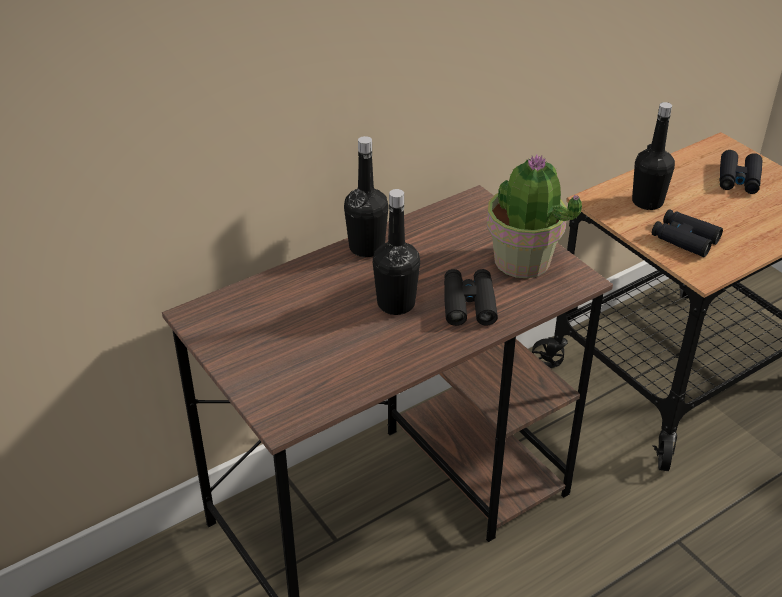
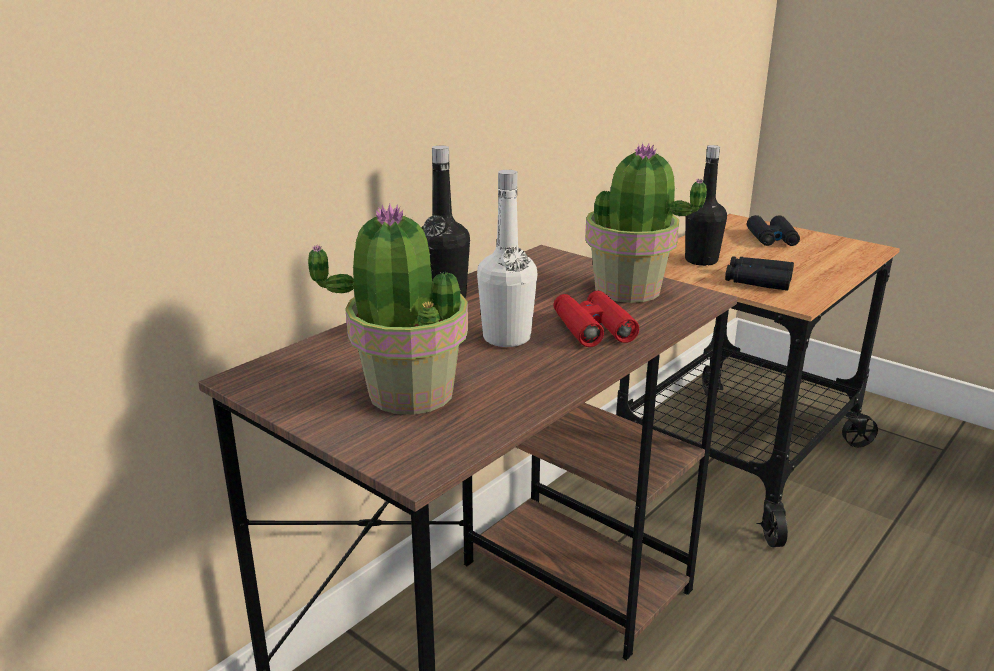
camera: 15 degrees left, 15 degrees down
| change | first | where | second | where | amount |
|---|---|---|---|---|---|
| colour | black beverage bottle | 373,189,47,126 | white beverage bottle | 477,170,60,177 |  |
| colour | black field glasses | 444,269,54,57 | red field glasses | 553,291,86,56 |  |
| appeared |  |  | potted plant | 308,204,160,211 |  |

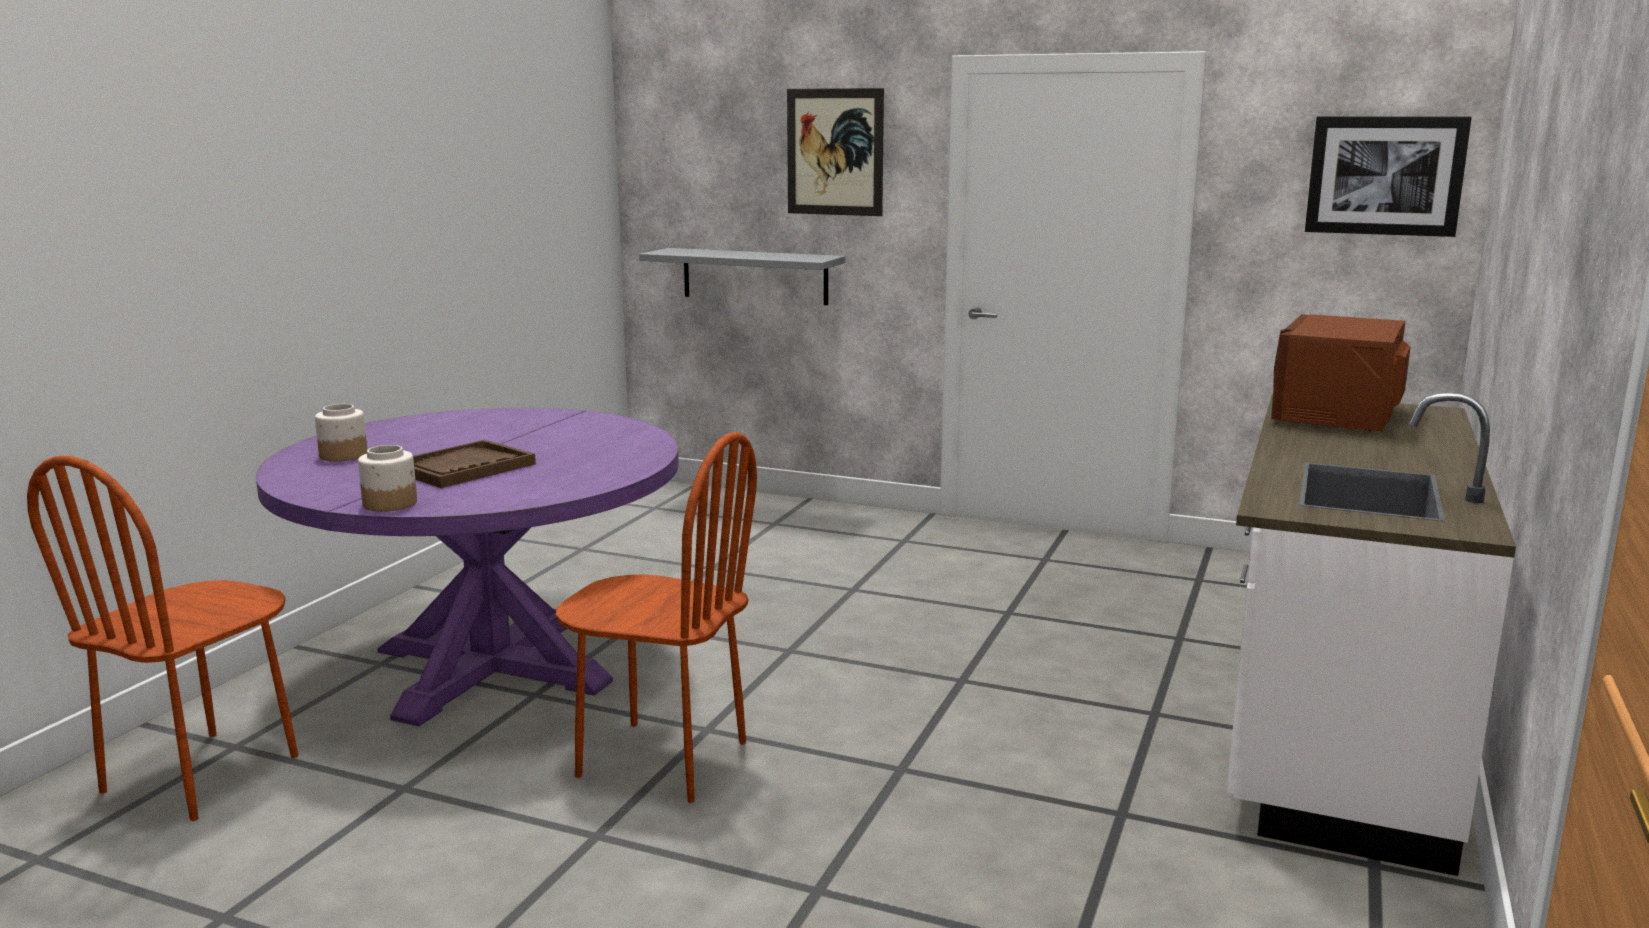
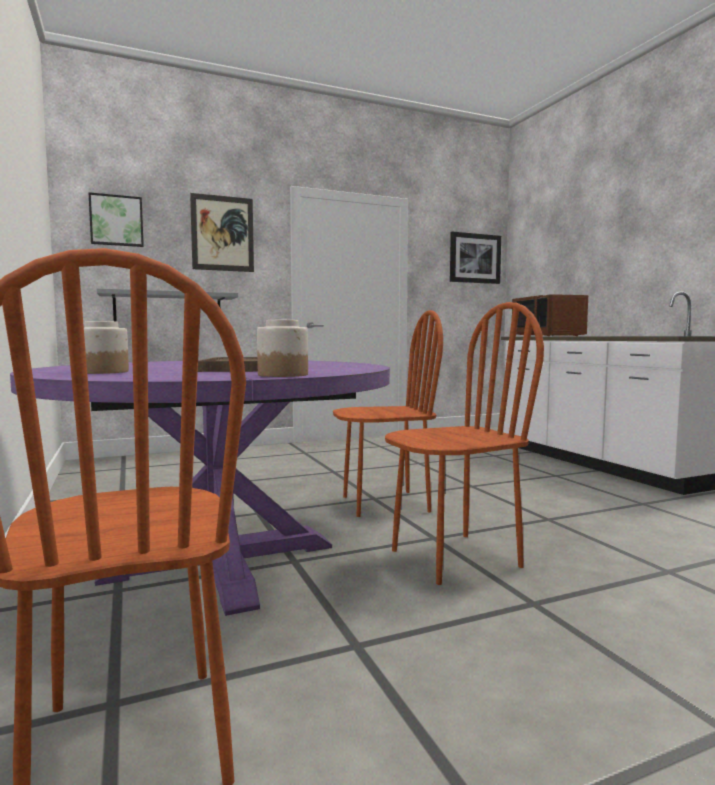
camera: 45 degrees left, 10 degrees down
| change | first | where | second | where | amount |
|---|---|---|---|---|---|
| appeared |  |  | wall picture | 88,192,56,55 |  |
| appeared |  |  | brown-coloured chair | 333,310,110,207 |  |

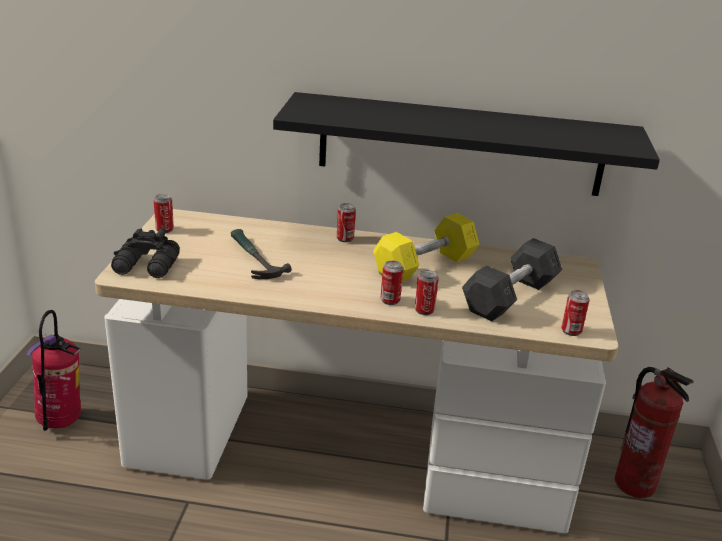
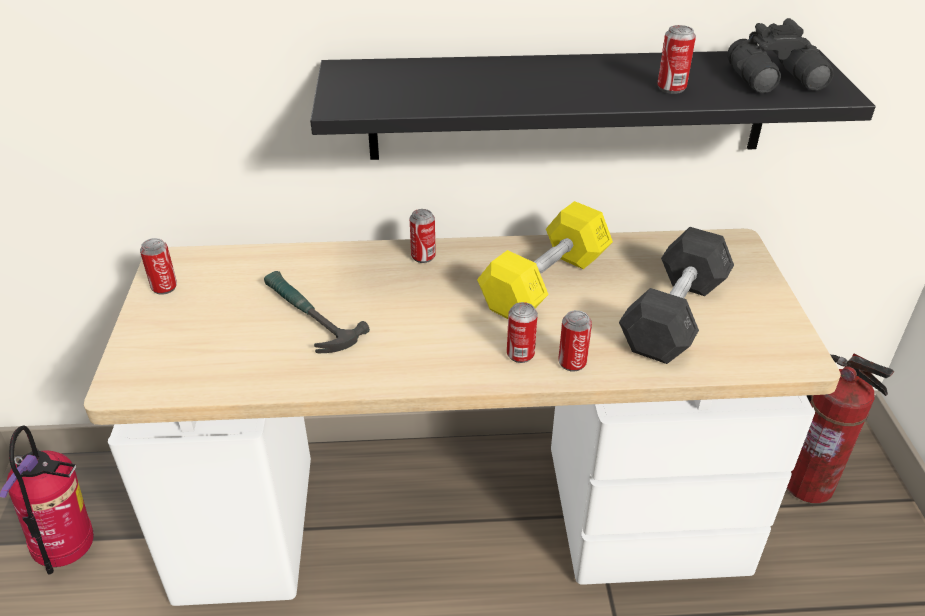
camera: 10 degrees left, 10 degrees up
| change | first | where | second | where | amount |
|---|---|---|---|---|---|
| relocated | black field glasses | 111,228,69,50 |  | 727,18,107,75 |  |
| relocated | can | 561,290,29,46 |  | 657,25,39,69 |  |

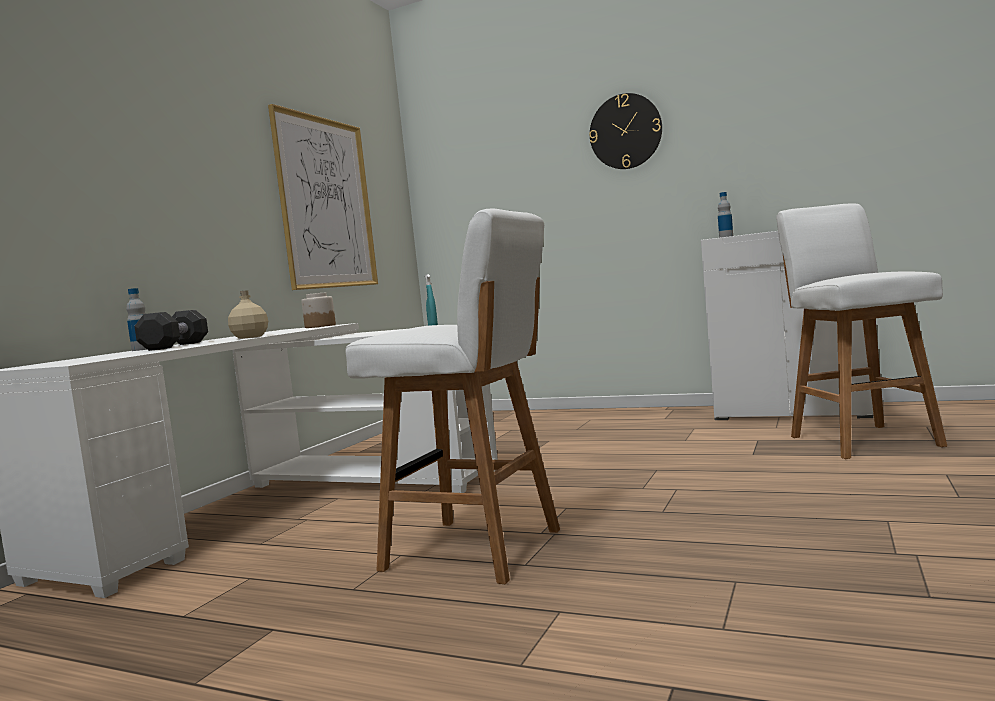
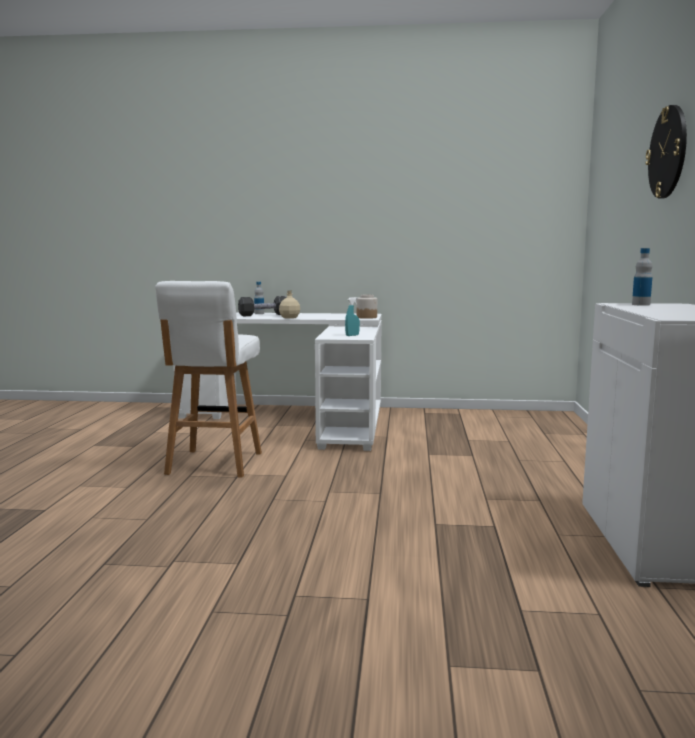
camera: 70 degrees right, 5 degrees up
| change | first | where | second | where | amount |
|---|---|---|---|---|---|
| missing | wall picture | 268,104,110,186 |  |  |  |
| missing | white stool | 776,203,171,256 |  |  |  |

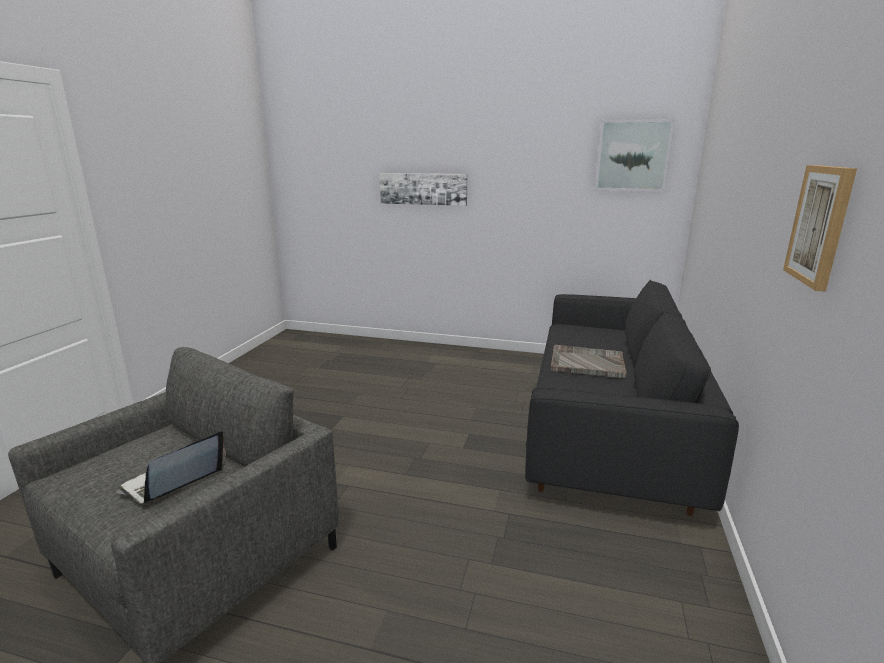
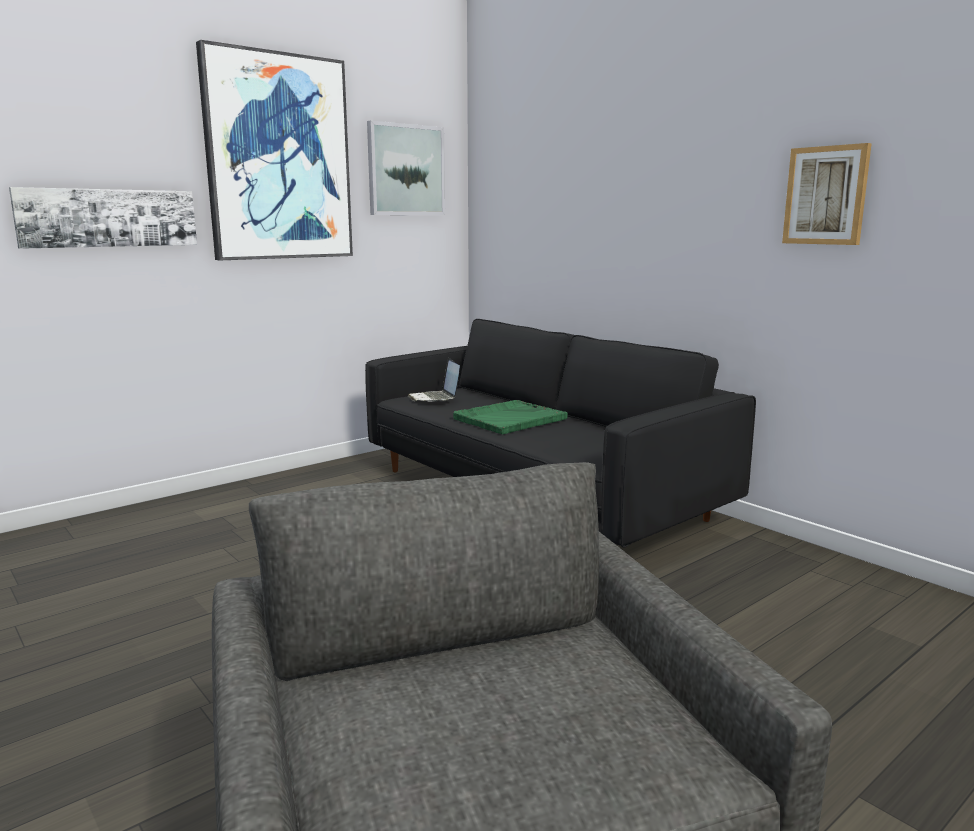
camera: 55 degrees left, 5 degrees down
| change | first | where | second | where | amount |
|---|---|---|---|---|---|
| colour | gray serving tray | 551,345,76,33 | green serving tray | 453,400,115,35 |  |
| relocated | portable computer | 117,431,109,73 |  | 408,358,52,44 |  |
| appeared |  |  | wall picture | 196,40,157,220 |  |

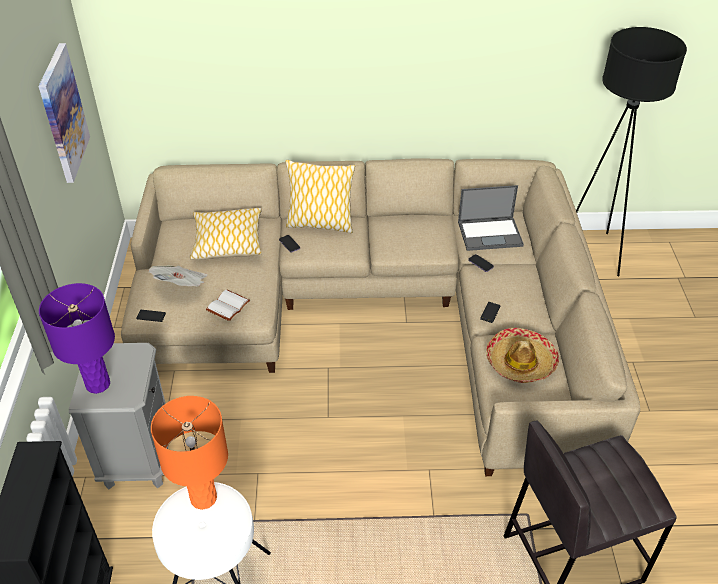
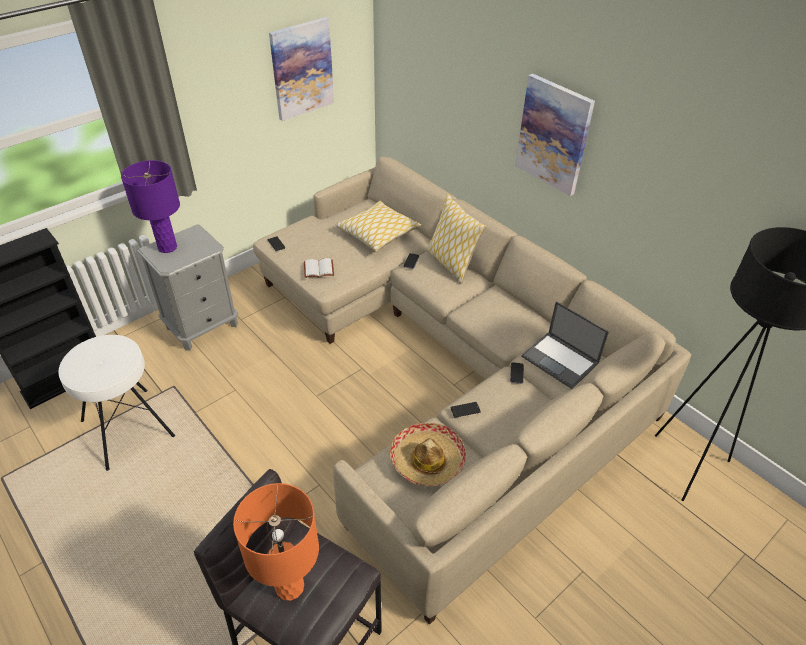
camera: 50 degrees right, 0 degrees up
| change | first | where | second | where | amount |
|---|---|---|---|---|---|
| missing | newspaper | 148,266,60,21 |  |  |  |
| relocated | orange table lamp | 151,396,77,114 |  | 233,483,86,118 |  |
| appeared |  |  | wall picture | 515,74,80,122 |  |

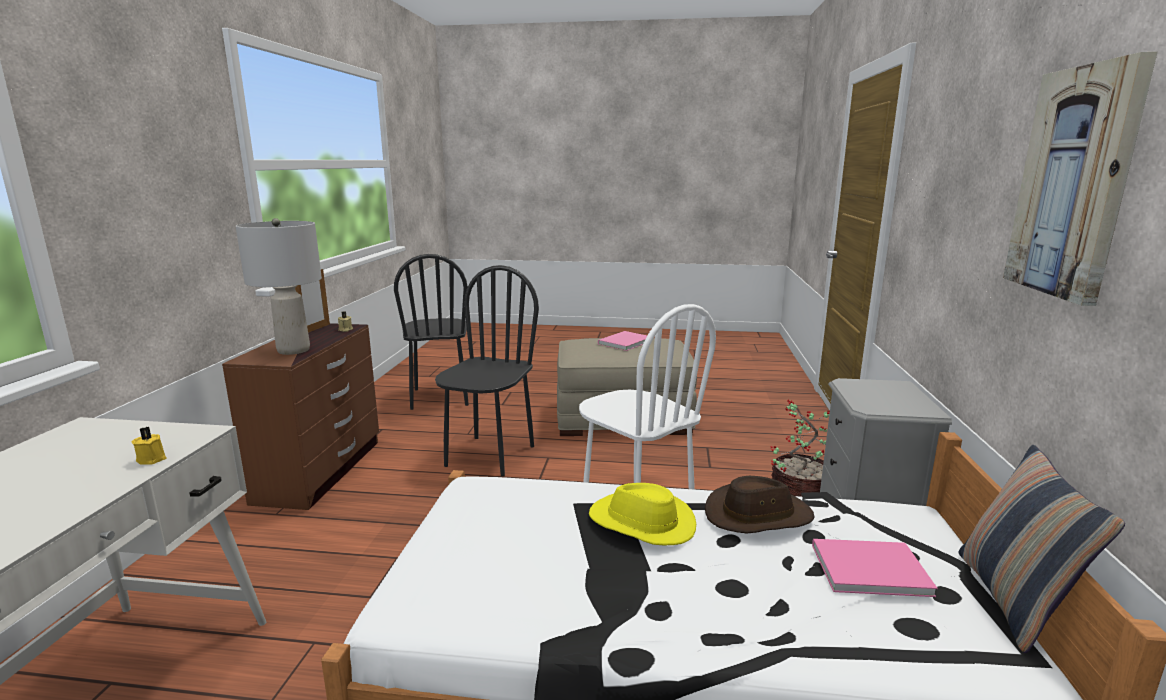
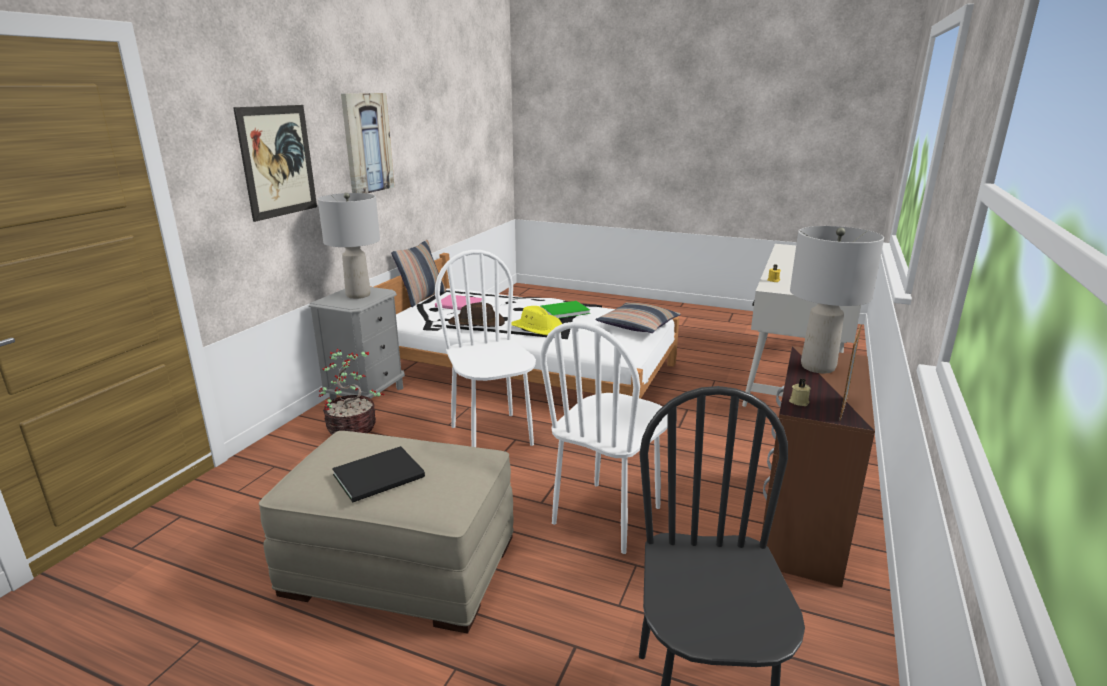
camera: 165 degrees left, 5 degrees up
| change | first | where | second | where | amount |
|---|---|---|---|---|---|
| colour | black chair | 435,265,104,212 | white chair | 540,321,128,233 |  |
| colour | pink-coloured volume | 598,331,49,20 | black volume | 332,446,93,56 |  |
| appeared |  |  | wall picture | 233,105,84,117 |  |
| appeared |  |  | gray table lamp | 318,193,62,106 |  |
| appeared |  |  | green volume | 540,301,50,17 |  |
| appeared |  |  | cushion | 595,302,86,31 |  |

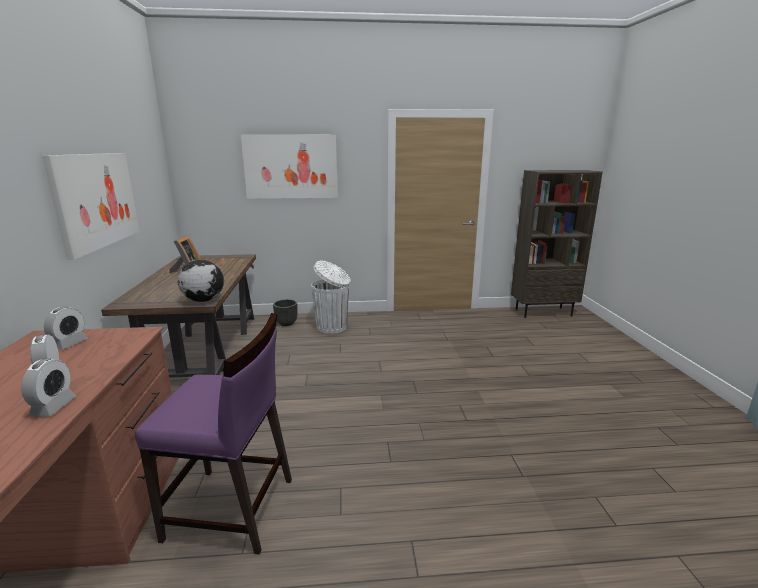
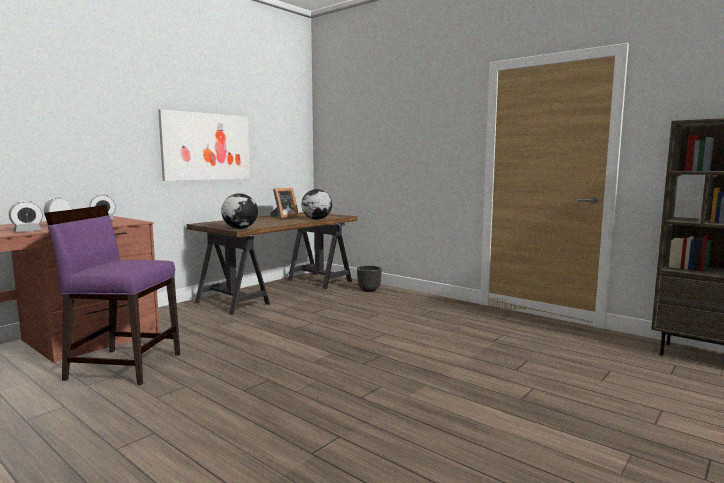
camera: 45 degrees right, 10 degrees down
| change | first | where | second | where | amount |
|---|---|---|---|---|---|
| missing | wall picture | 241,134,97,65 |  |  |  |
| missing | white rubbish bin | 311,260,40,74 |  |  |  |
| spun | purplish chair | 135,313,157,242 |  | 44,205,136,180 | 135 degrees clockwise |
| appeared |  |  | globe | 301,189,31,31 |  |

